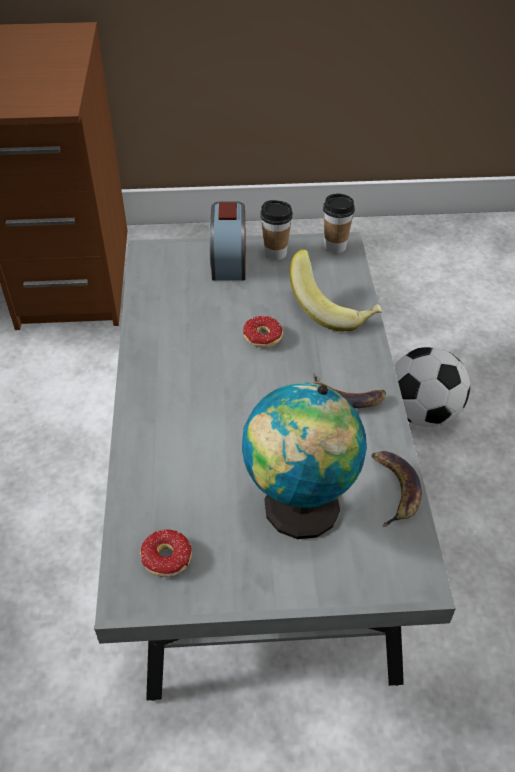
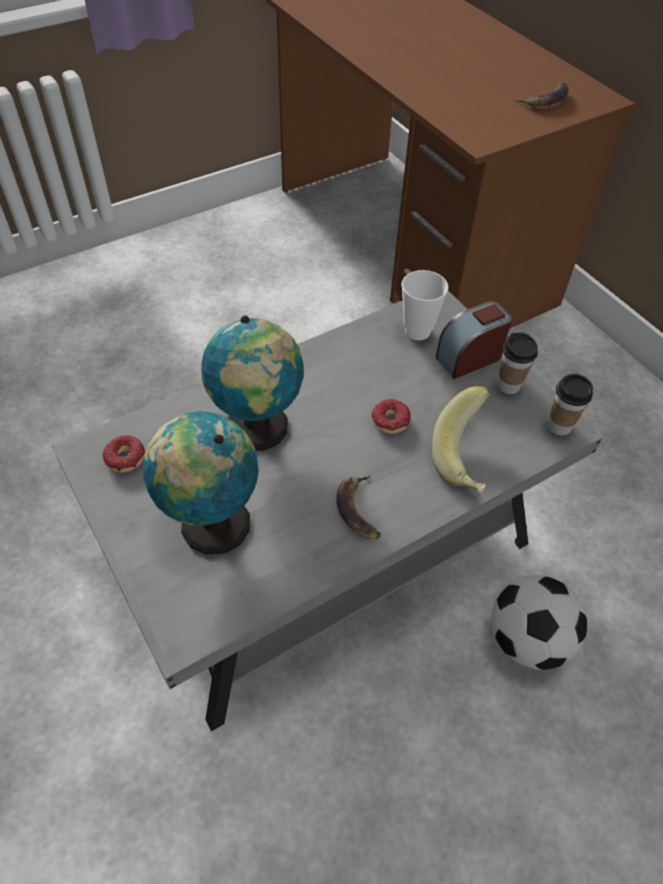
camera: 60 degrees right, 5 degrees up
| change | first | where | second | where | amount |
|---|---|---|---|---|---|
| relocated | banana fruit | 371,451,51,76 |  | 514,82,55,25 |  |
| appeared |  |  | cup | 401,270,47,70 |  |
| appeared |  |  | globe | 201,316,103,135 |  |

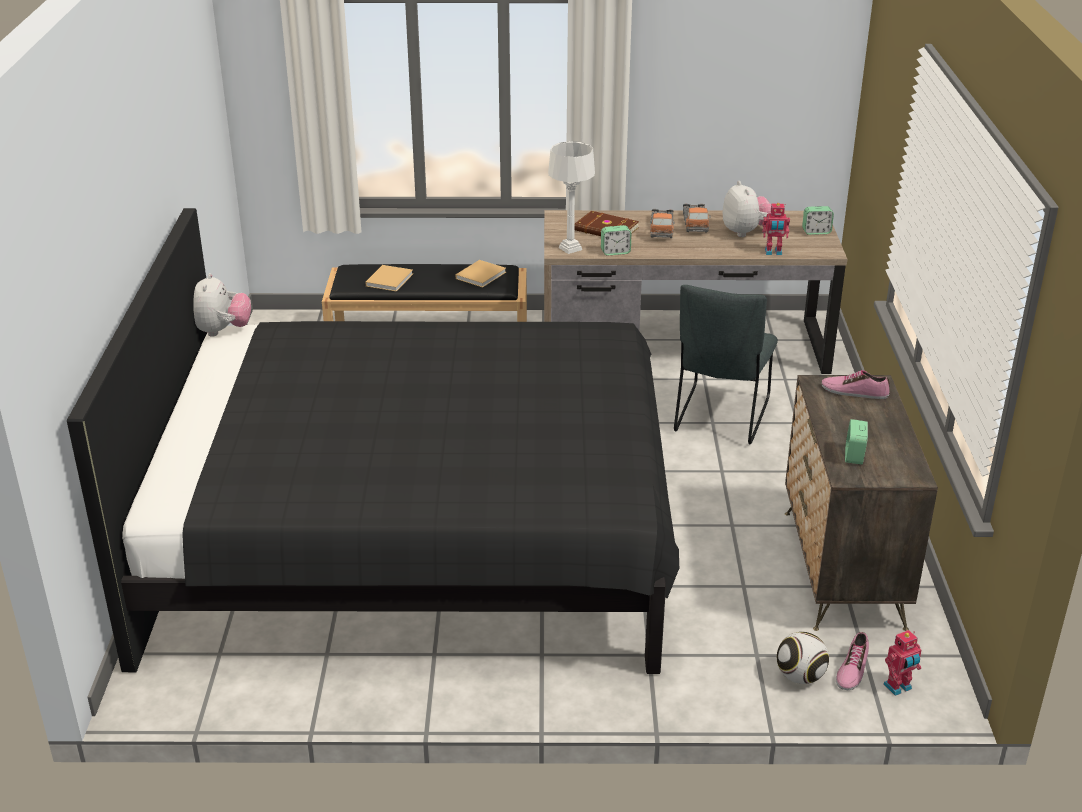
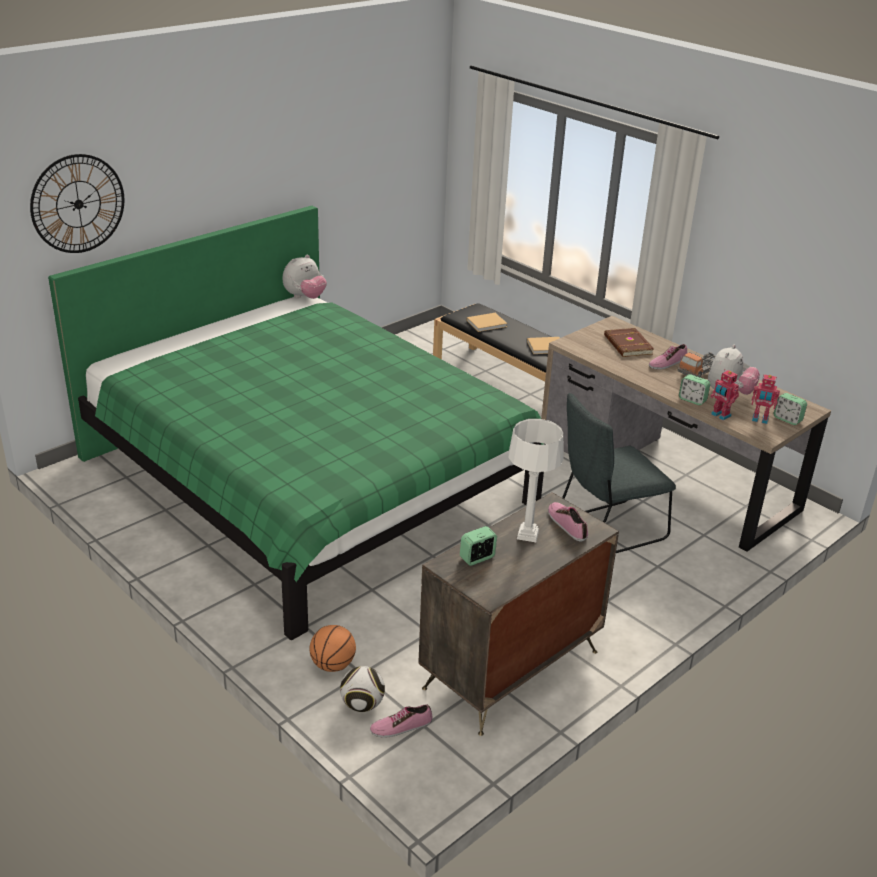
camera: 45 degrees right, 0 degrees up
| change | first | where | second | where | amount |
|---|---|---|---|---|---|
| relocated | white table lamp | 548,141,47,113 |  | 508,419,56,123 |  |
| colour | black bedroom bed | 67,208,612,466 | green bedroom bed | 48,206,498,434 |  |
| exchanged | model truck | 650,209,25,29 | shoe | 649,344,38,26 |  |
| relocated | table clock | 601,225,30,30 |  | 679,374,31,31 |  |
| relocated | model robot | 883,630,38,66 |  | 751,374,29,50 |  |
| appeared |  |  | wall clock | 30,154,94,99 |  |
| appeared |  |  | ball for basketball | 309,625,47,47 |  |

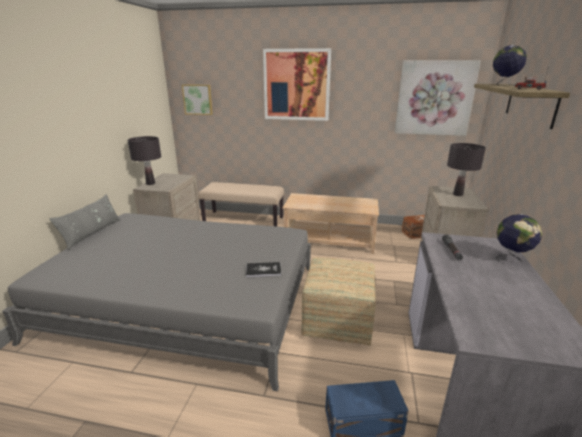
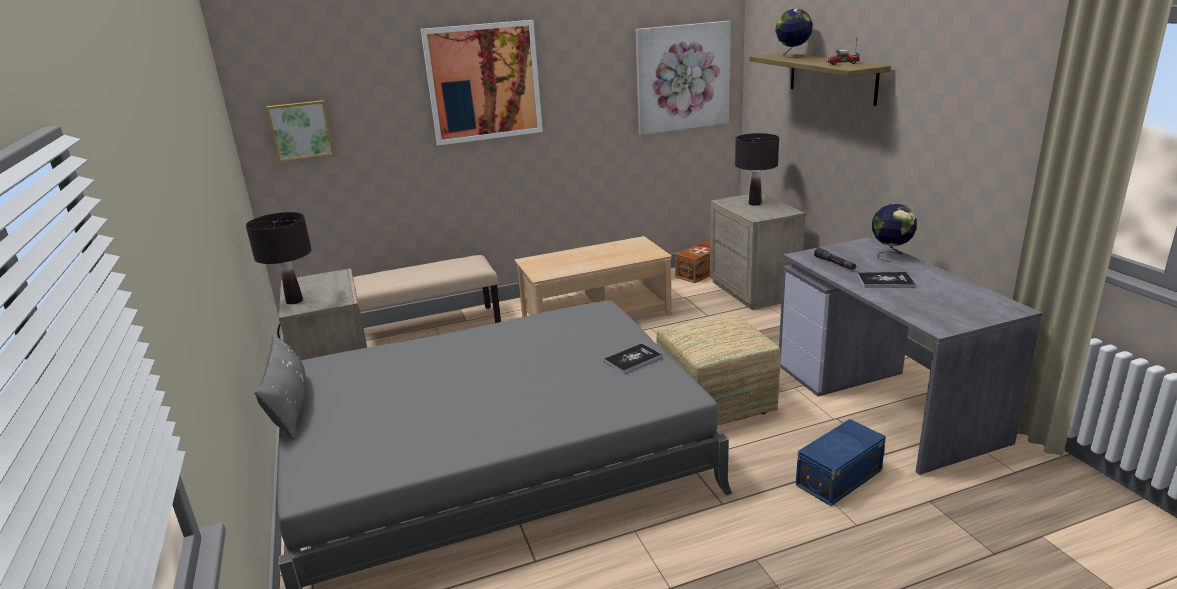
camera: 30 degrees left, 0 degrees up
| change | first | where | second | where | amount |
|---|---|---|---|---|---|
| appeared |  |  | volume | 857,272,58,16 |  |

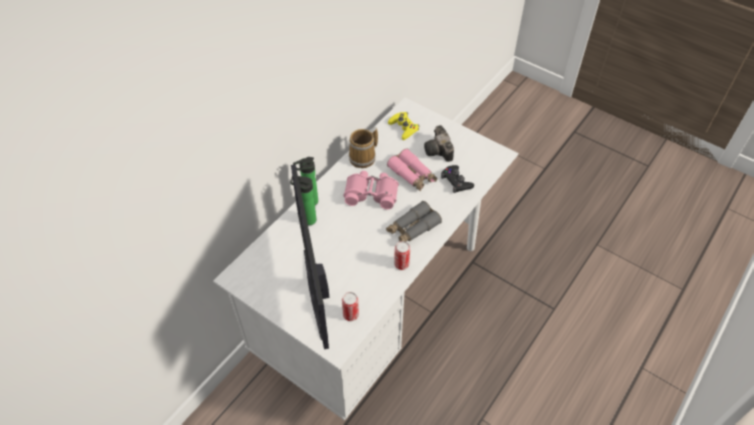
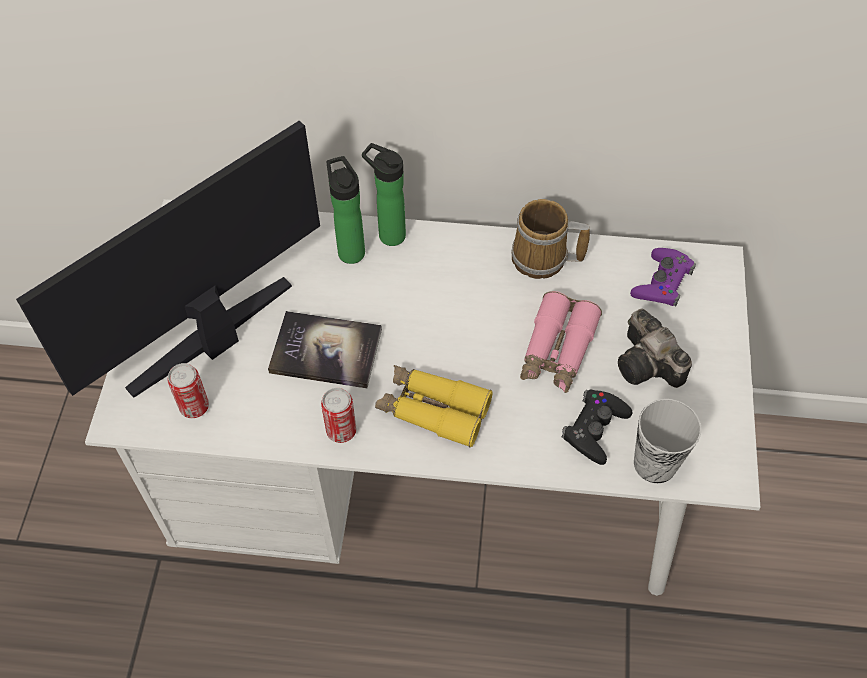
camera: 60 degrees right, 5 degrees up
| change | first | where | second | where | amount |
|---|---|---|---|---|---|
| colour | yellow-coloured gamepad | 388,112,31,28 | purplish gamepad | 630,248,66,59 |  |
| spun | still camera | 424,125,30,37 |  | 618,308,74,80 | 75 degrees counterclockwise |
| missing | pink-coloured field glasses | 343,171,56,39 |  |  |  |
| colour | gray field glasses | 386,201,56,41 | yellow-coloured field glasses | 375,365,118,83 |  |
| appeared |  |  | volume | 268,311,114,77 |  |
| appeared |  |  | cup | 634,399,67,84 |  |

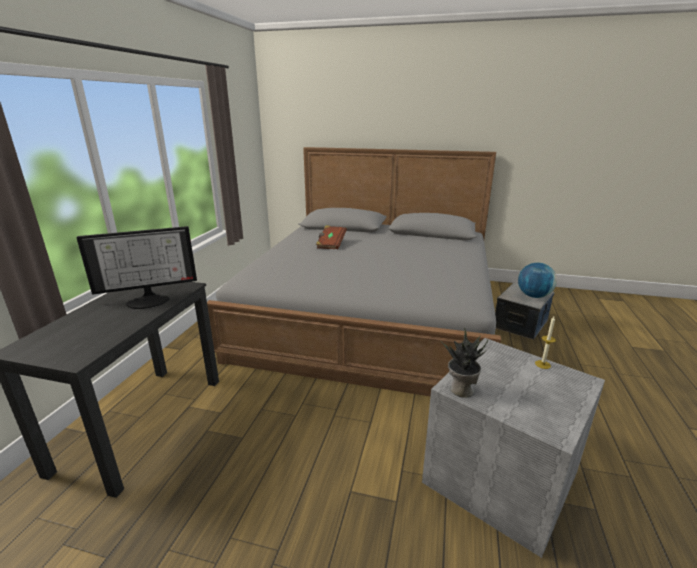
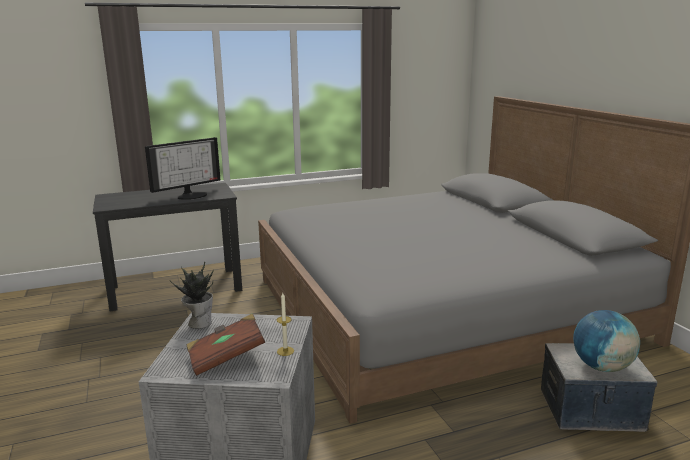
camera: 55 degrees right, 5 degrees down
| change | first | where | second | where | amount |
|---|---|---|---|---|---|
| relocated | brown-coloured volume | 316,225,31,24 |  | 187,314,78,62 |  |
| spun | computer display | 76,226,121,83 |  | 145,137,75,63 | 75 degrees counterclockwise |

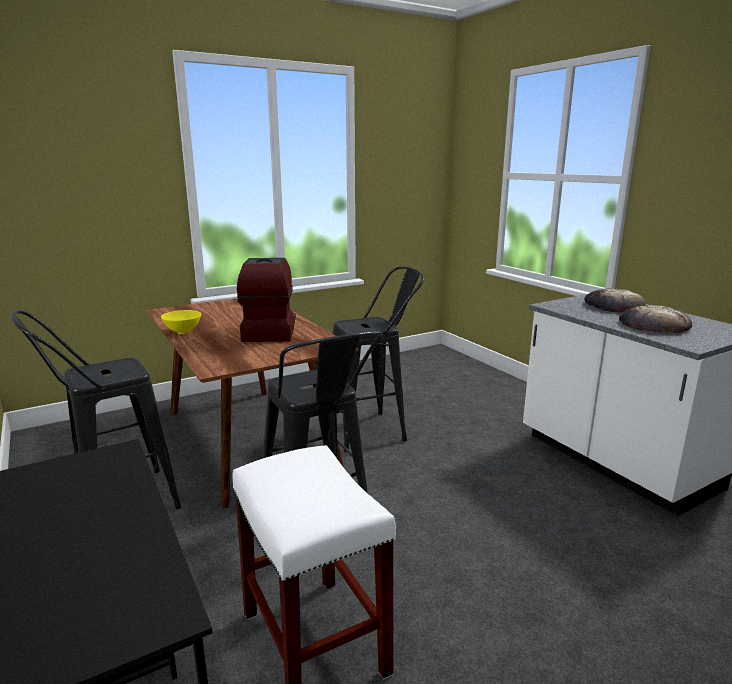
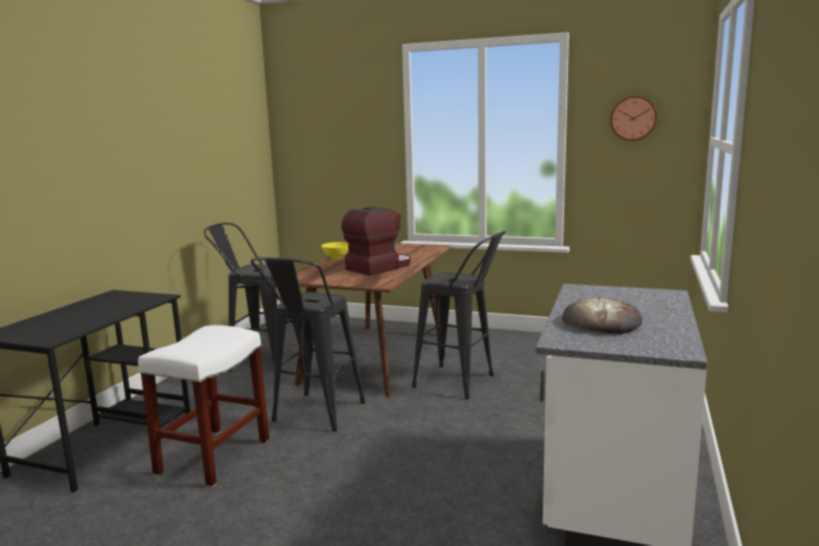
camera: 50 degrees right, 5 degrees down
| change | first | where | second | where | amount |
|---|---|---|---|---|---|
| missing | bread | 584,288,62,25 |  |  |  |
| appeared |  |  | wall clock | 610,96,47,45 |  |

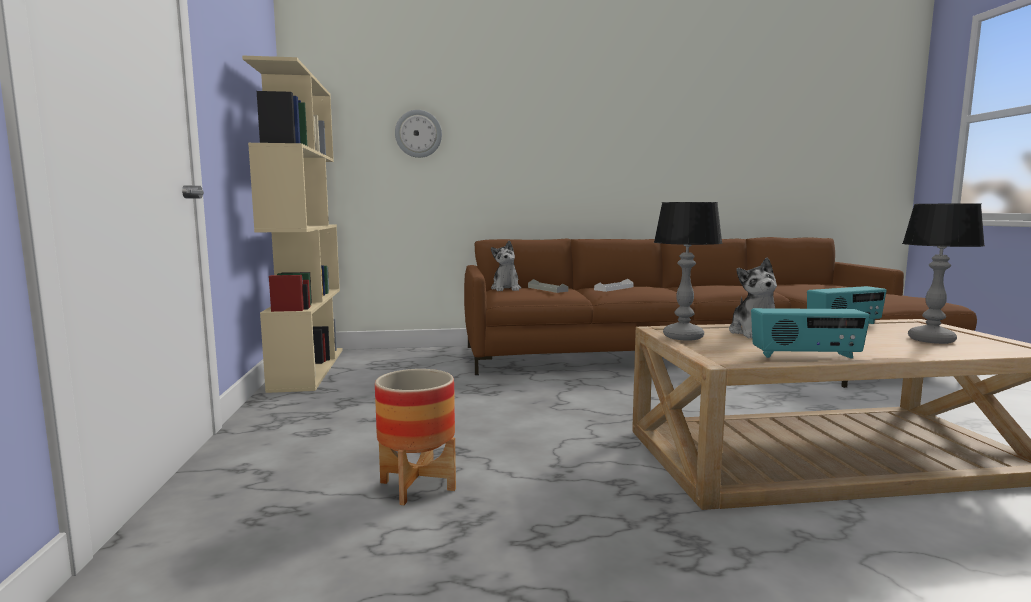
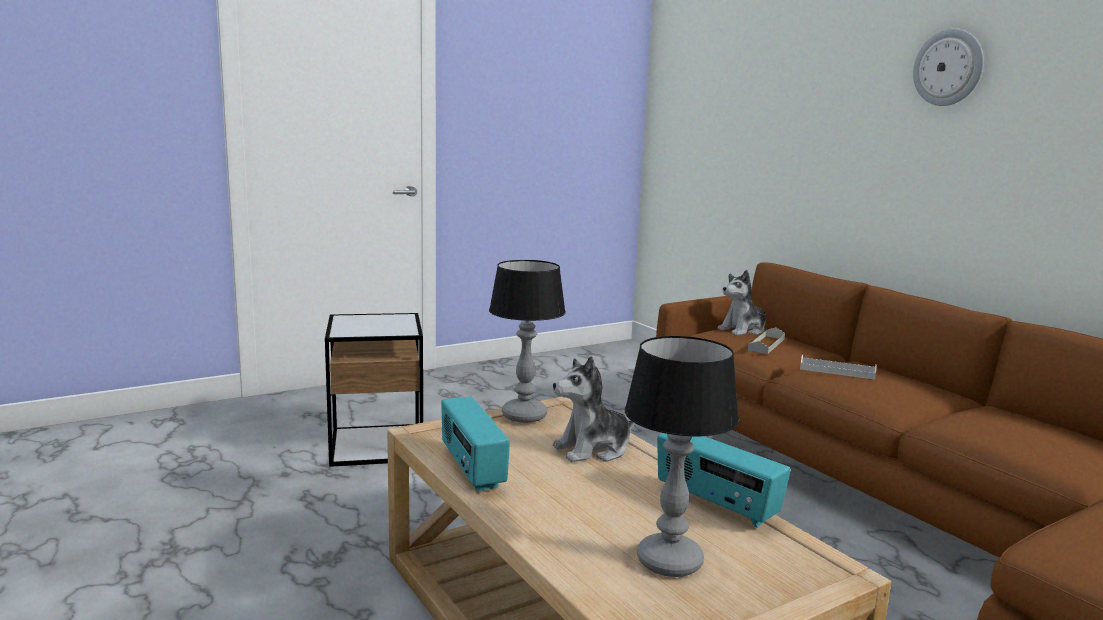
camera: 65 degrees right, 5 degrees up
| change | first | where | second | where | amount |
|---|---|---|---|---|---|
| missing | sand-coloured bookcase | 242,55,101,338 |  |  |  |
| relocated | wall clock | 395,110,47,48 |  | 913,29,71,77 |  |
| exchanged | flower pot | 375,369,81,136 | side table | 325,313,98,154 |  |

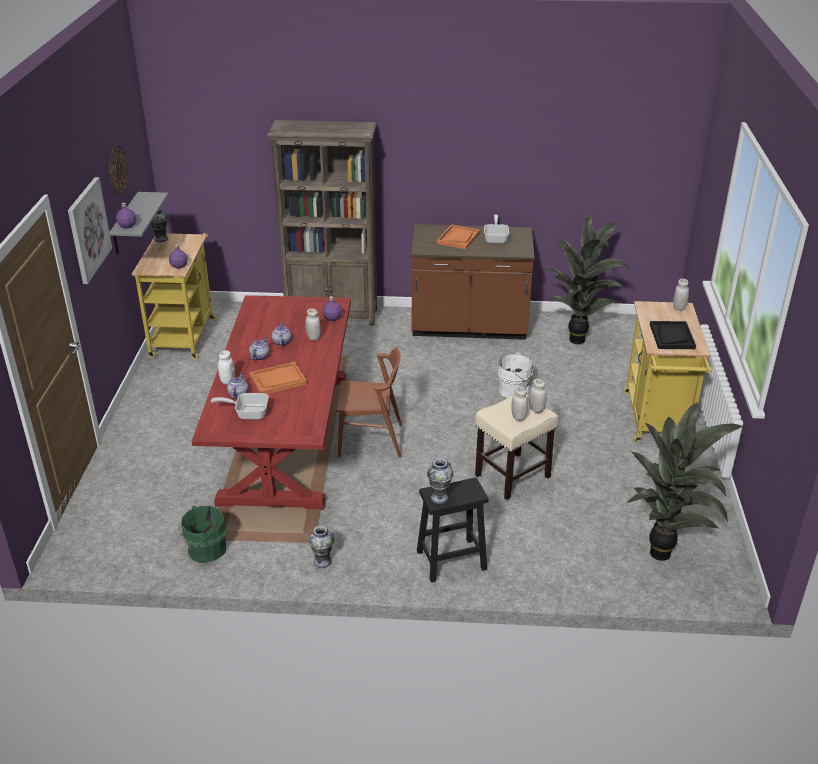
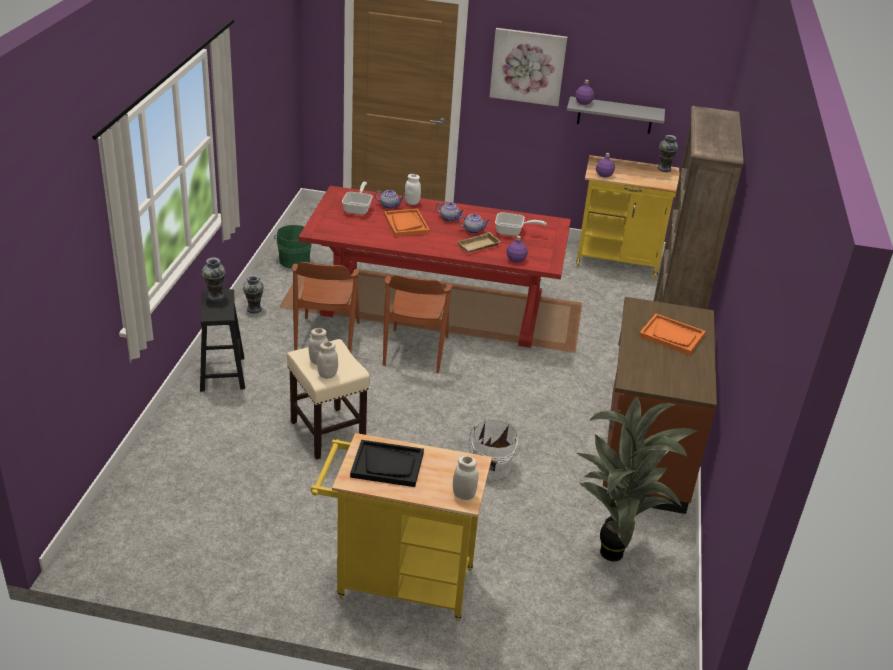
camera: 95 degrees right, 0 degrees up
| change | first | where | second | where | amount |
|---|---|---|---|---|---|
| missing | wall clock | 110,145,17,51 |  |  |  |
| relocated | frying pan | 484,215,25,29 |  | 495,212,52,24 |  |
| exchanged | white jar | 305,308,16,33 | sand-coloured serving tray | 457,232,44,21 |  |
| missing | potted plant | 626,402,117,159 |  |  |  |
| appeared |  |  | brown-coloured chair | 292,262,68,91 |  |

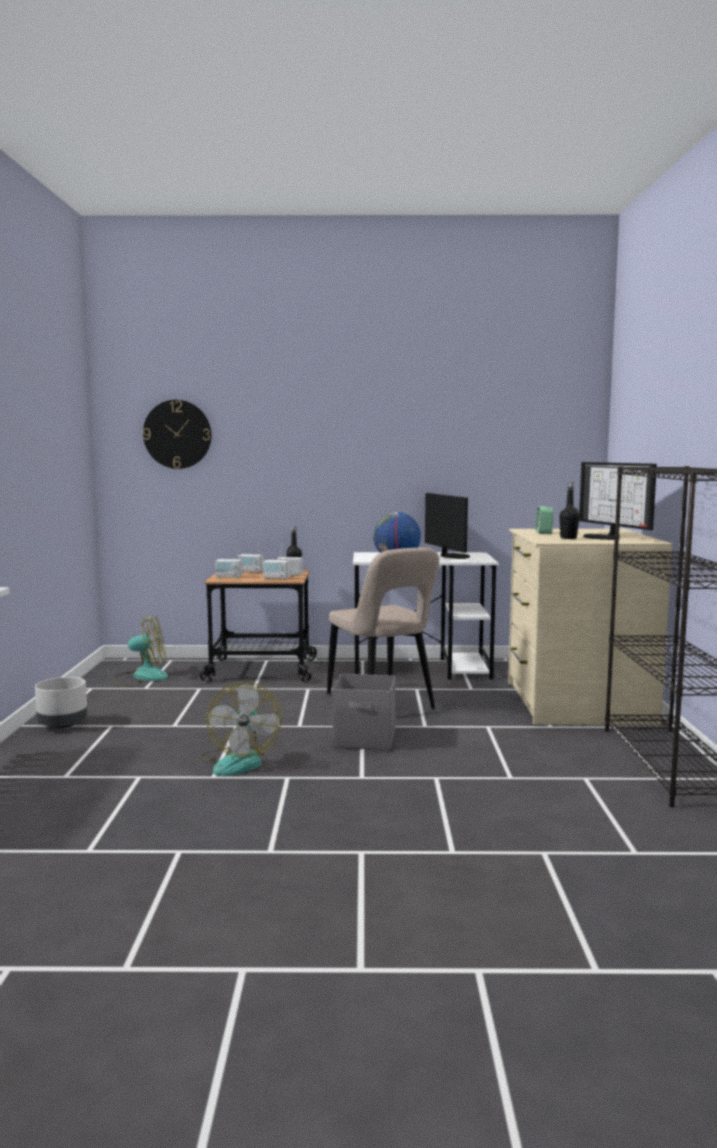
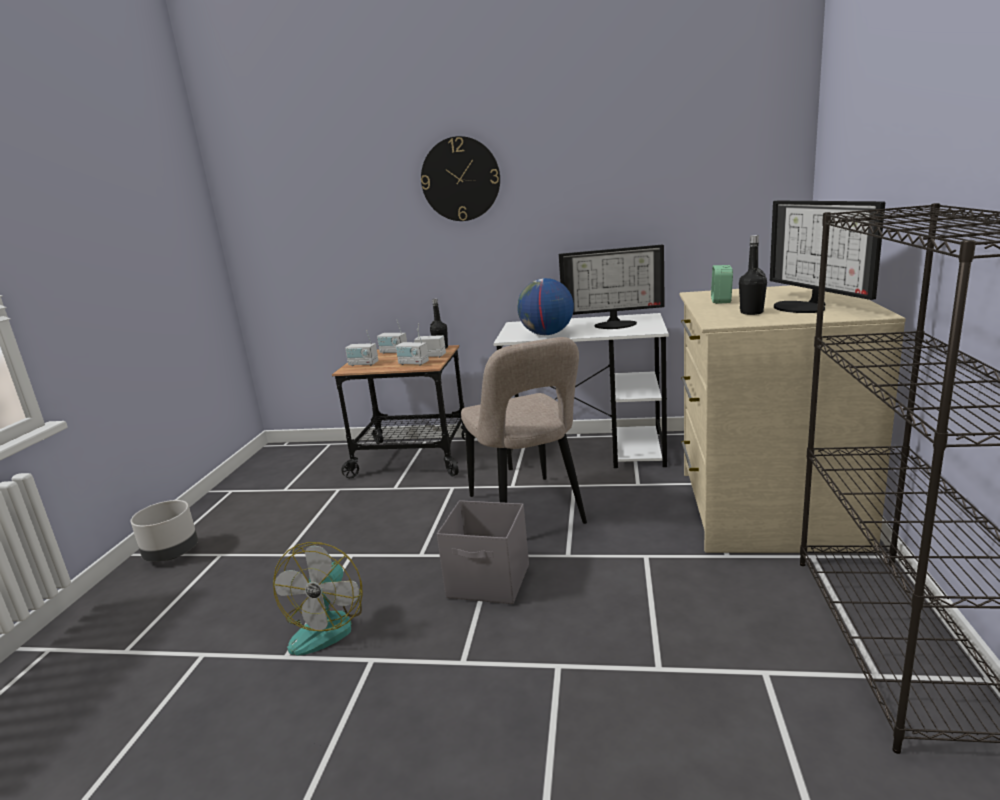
camera: 10 degrees right, 10 degrees up
| change | first | where | second | where | amount |
|---|---|---|---|---|---|
| relocated | wall clock | 143,400,69,69 |  | 421,136,79,85 |  |
| spun | computer display | 425,493,45,66 |  | 559,244,106,85 | 105 degrees clockwise |
| missing | cooling fan | 113,614,55,72 |  |  |  |

